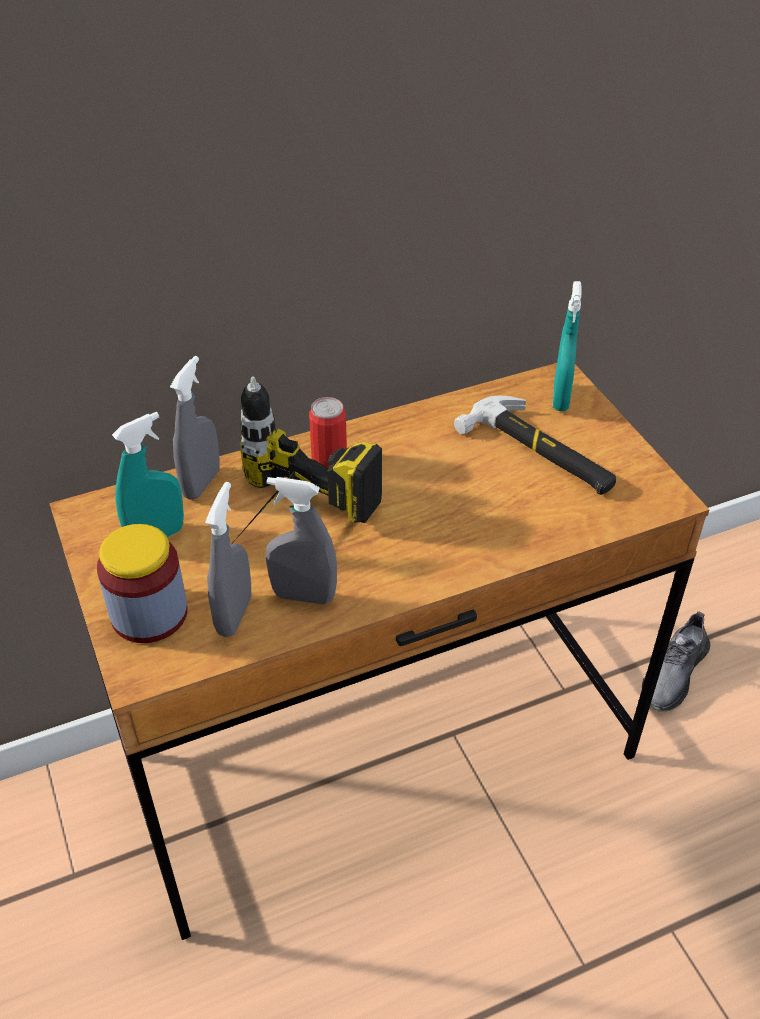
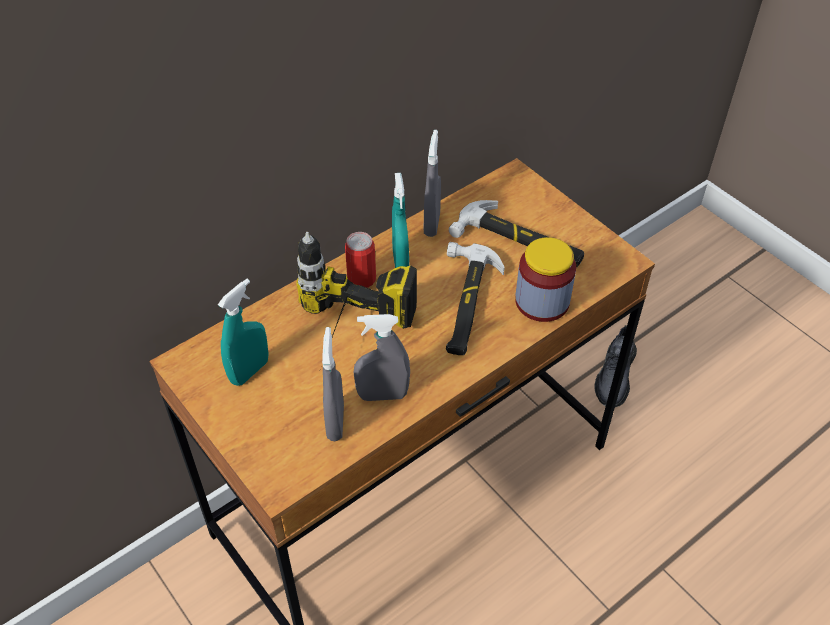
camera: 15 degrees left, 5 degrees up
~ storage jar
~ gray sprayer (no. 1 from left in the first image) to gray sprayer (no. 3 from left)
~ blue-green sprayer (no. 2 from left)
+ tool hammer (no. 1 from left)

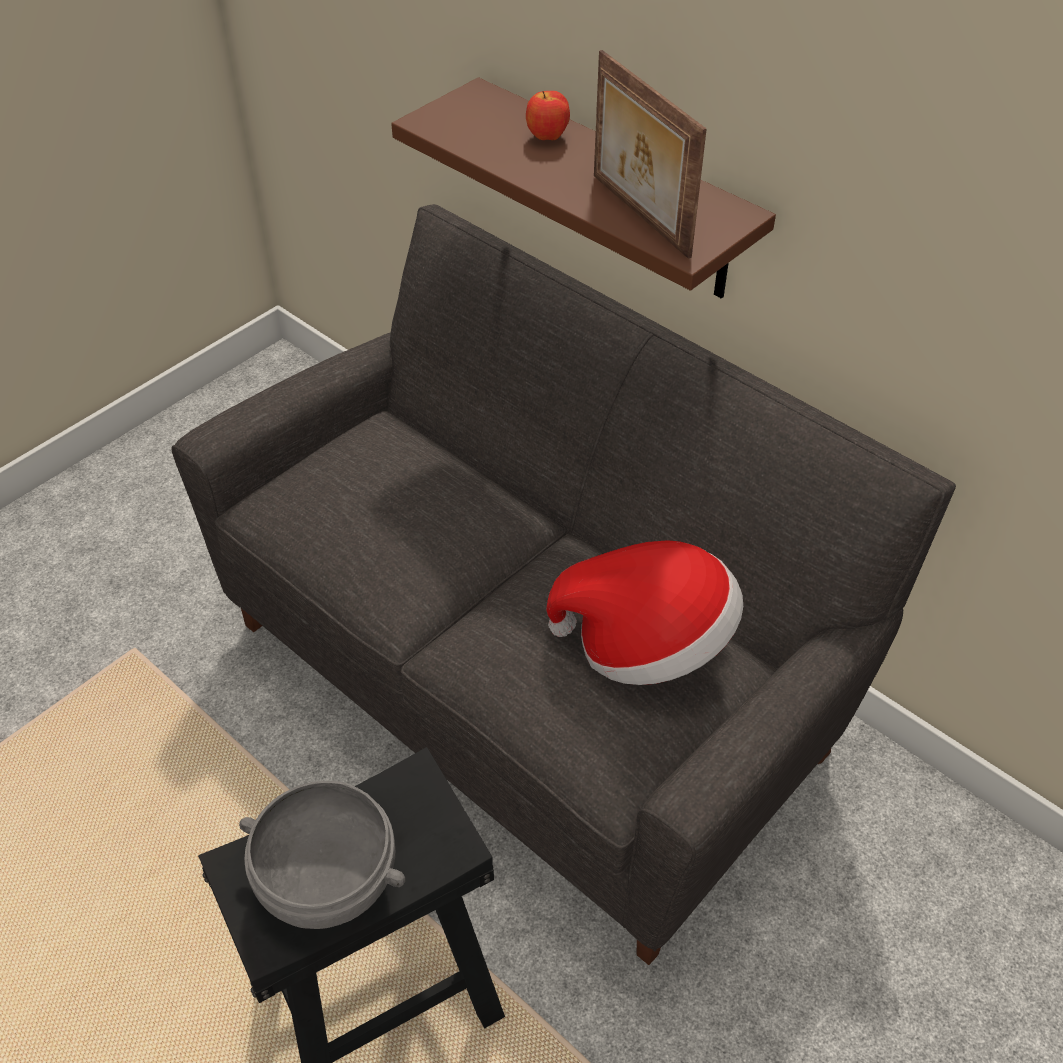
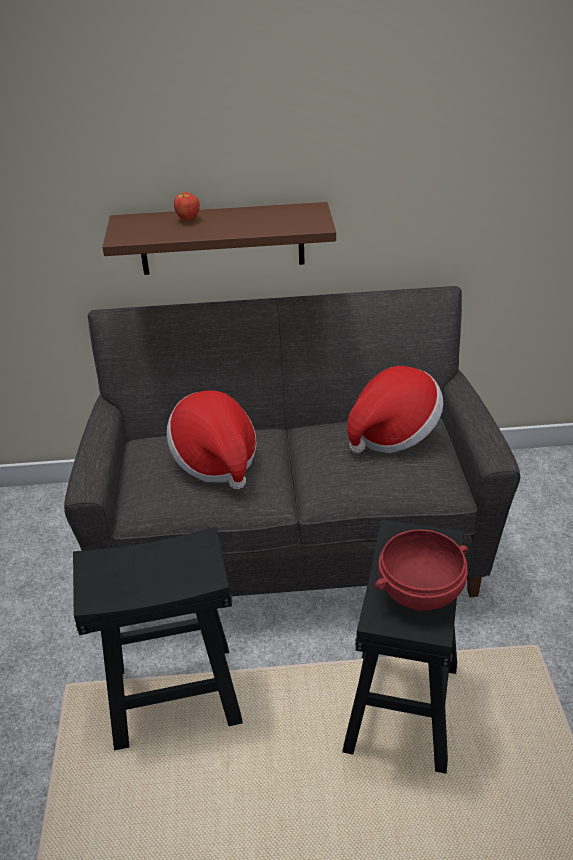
camera: 45 degrees left, 10 degrees down
~ gray serving bowl to red serving bowl
- picture frame
+ blackish stool seat (no. 1 from left)
+ wearable hat (no. 1 from left)

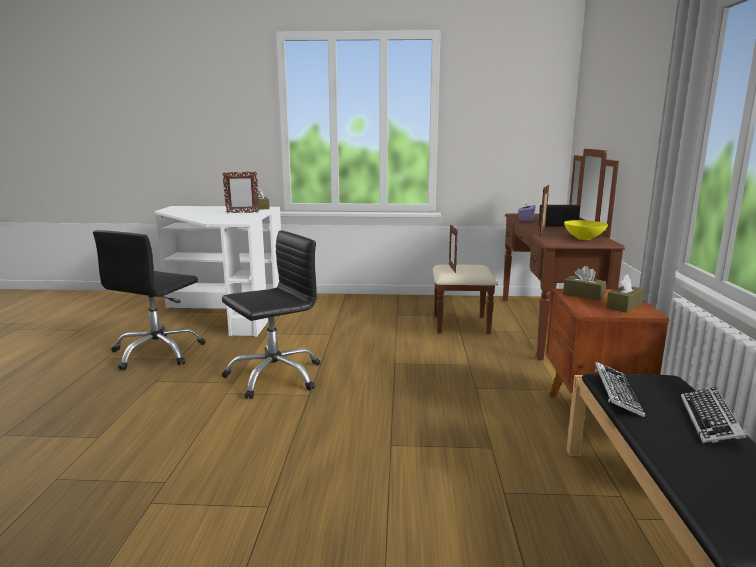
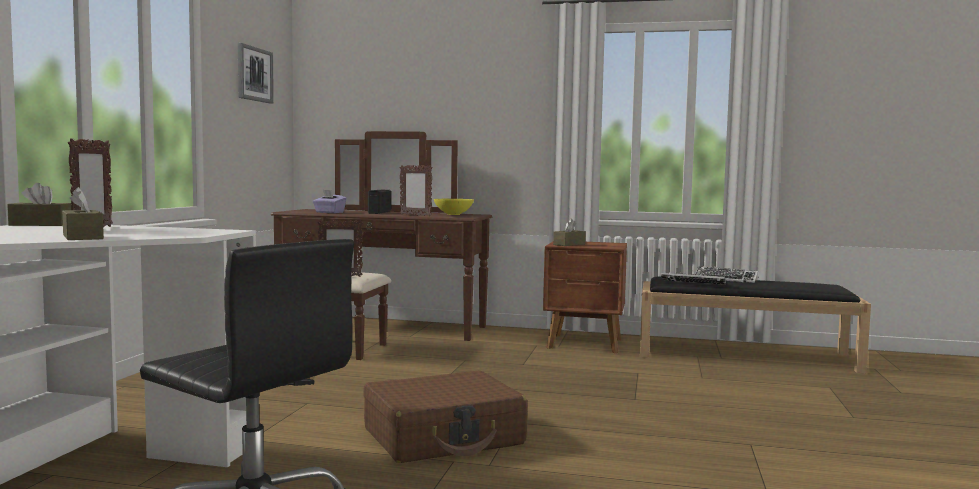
camera: 80 degrees left, 10 degrees down
~ blackish office chair (no. 2 from left) to brown piece of luggage
~ brown box of tissues (no. 3 from left in the first image) to brown box of tissues (no. 2 from left)
+ picture

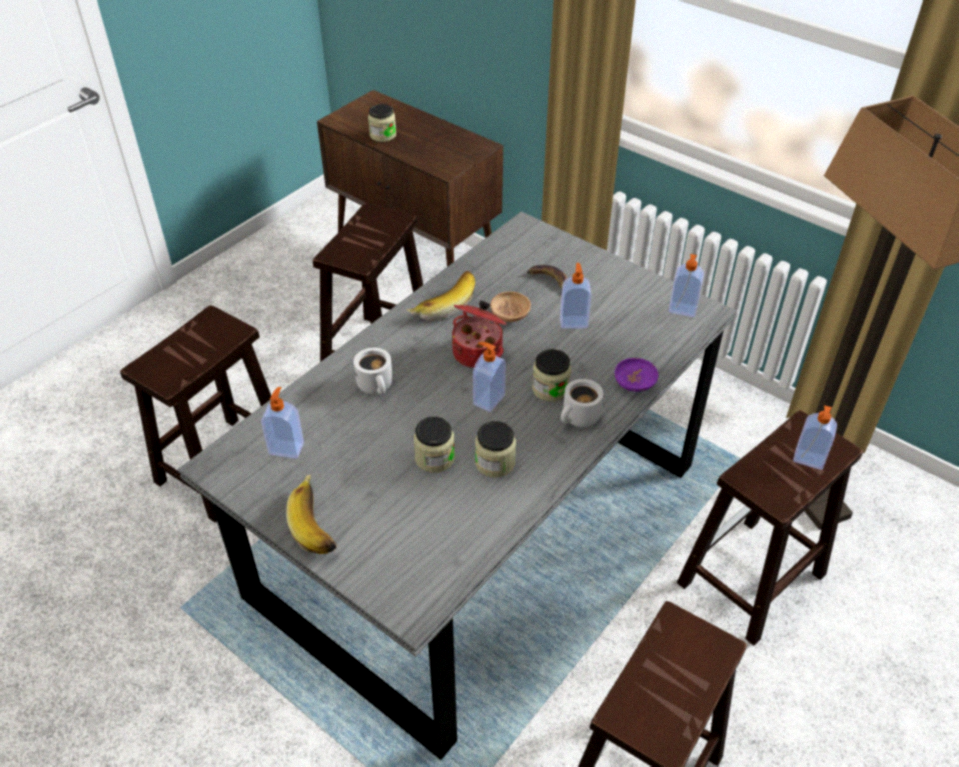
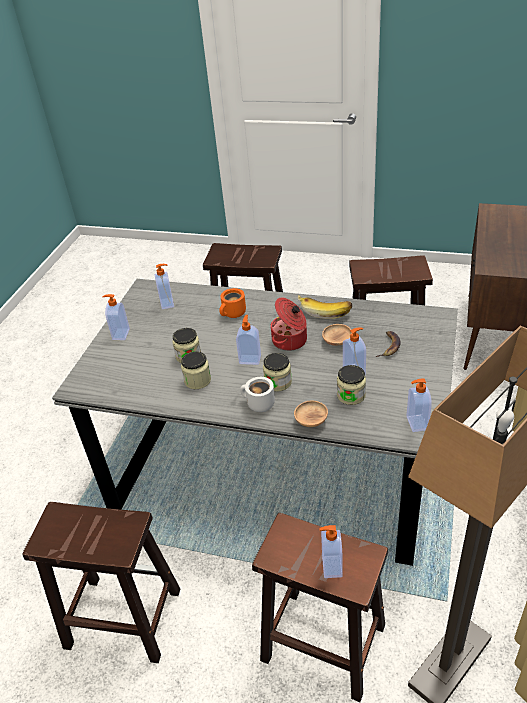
camera: 70 degrees right, 5 degrees down
~ banana (no. 1 from left) to liquid soap bottle (no. 1 from left)
~ whitish mug (no. 1 from left) to orange mug
~ storage jar (no. 1 from left in the first image) to storage jar (no. 4 from left)
~ purplish serving bowl to brown serving bowl (no. 1 from left)

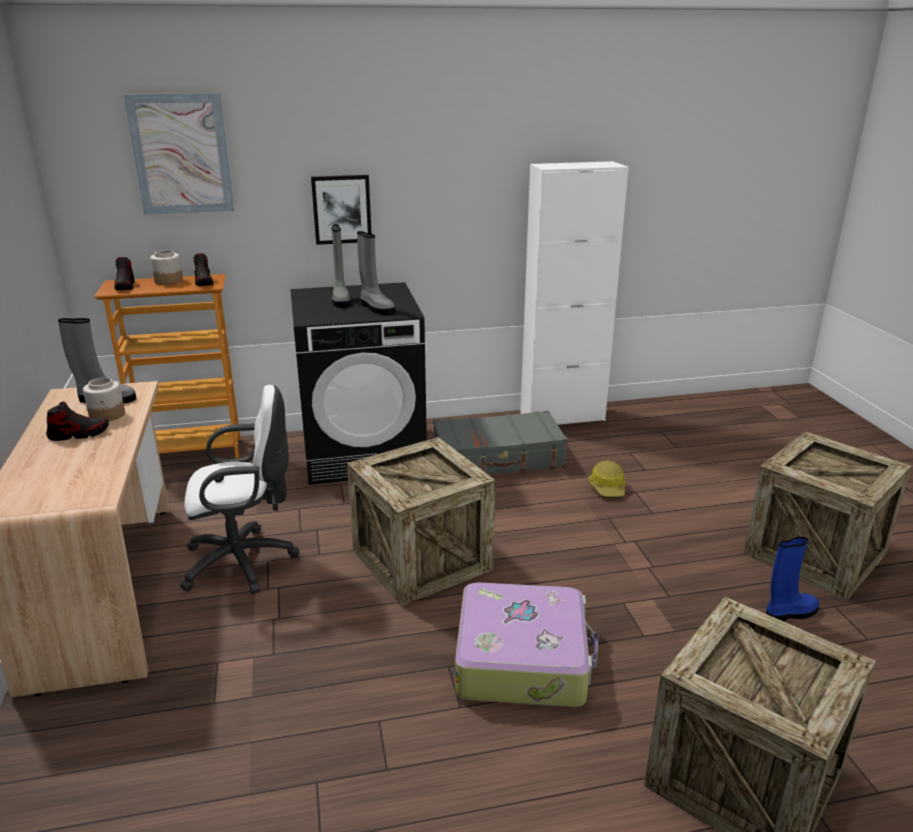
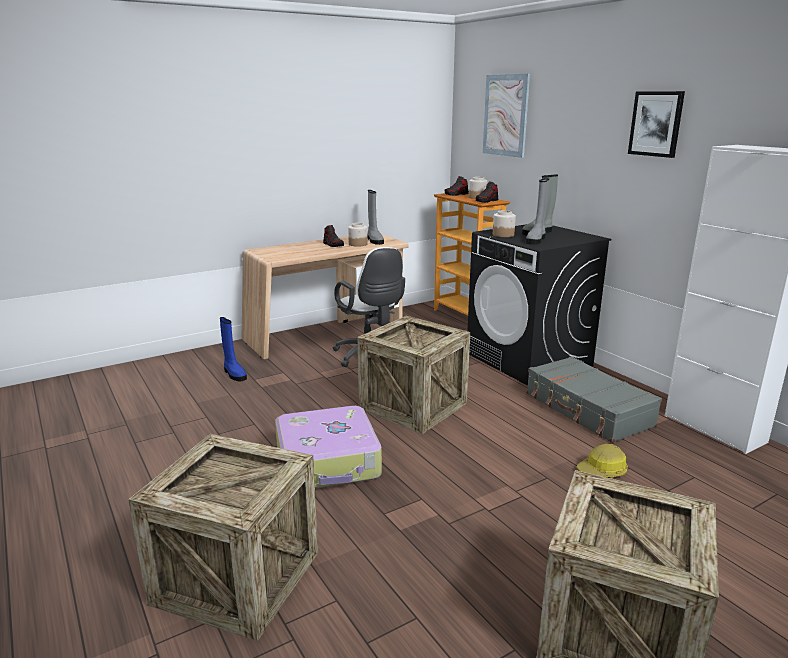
camera: 70 degrees right, 5 degrees down
~ picture (no. 2 from left)
~ blue-coloured boot
+ storage jar (no. 3 from left)

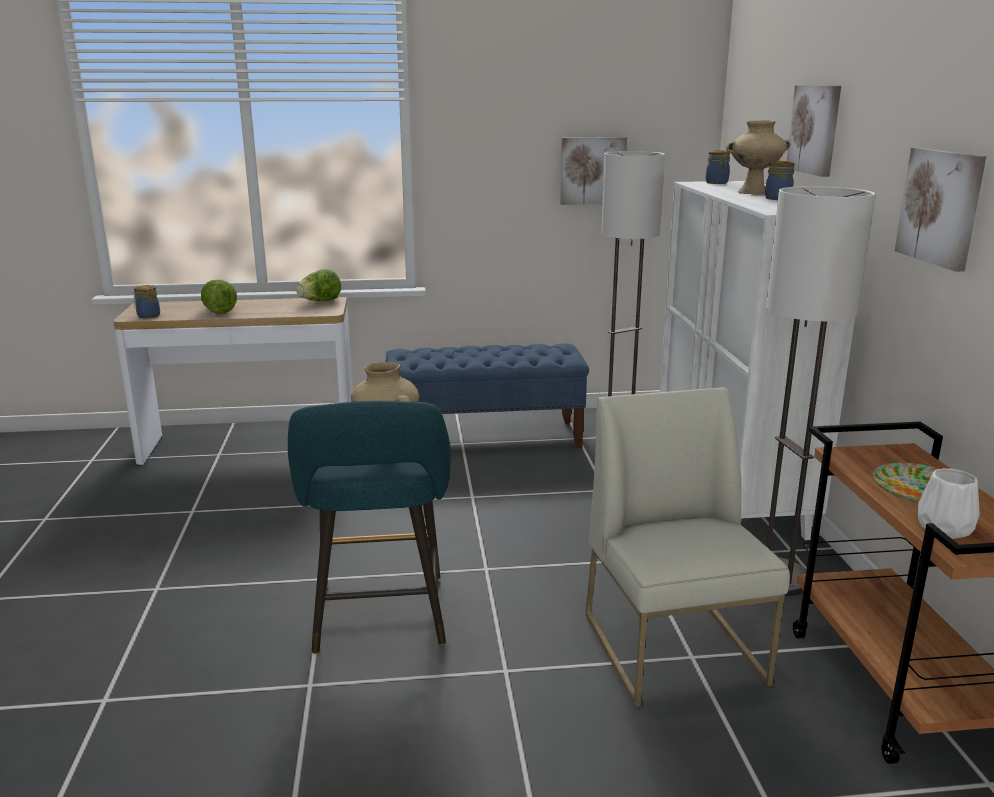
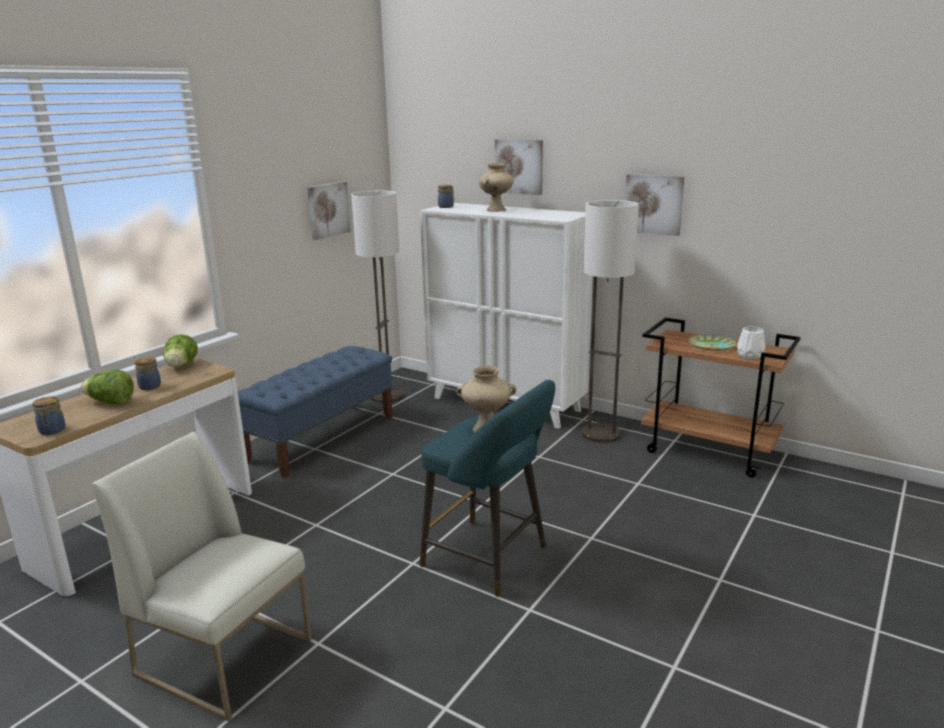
camera: 50 degrees left, 0 degrees up
~ whitish chair
~ storage jar (no. 3 from left in the first image) to storage jar (no. 2 from left)

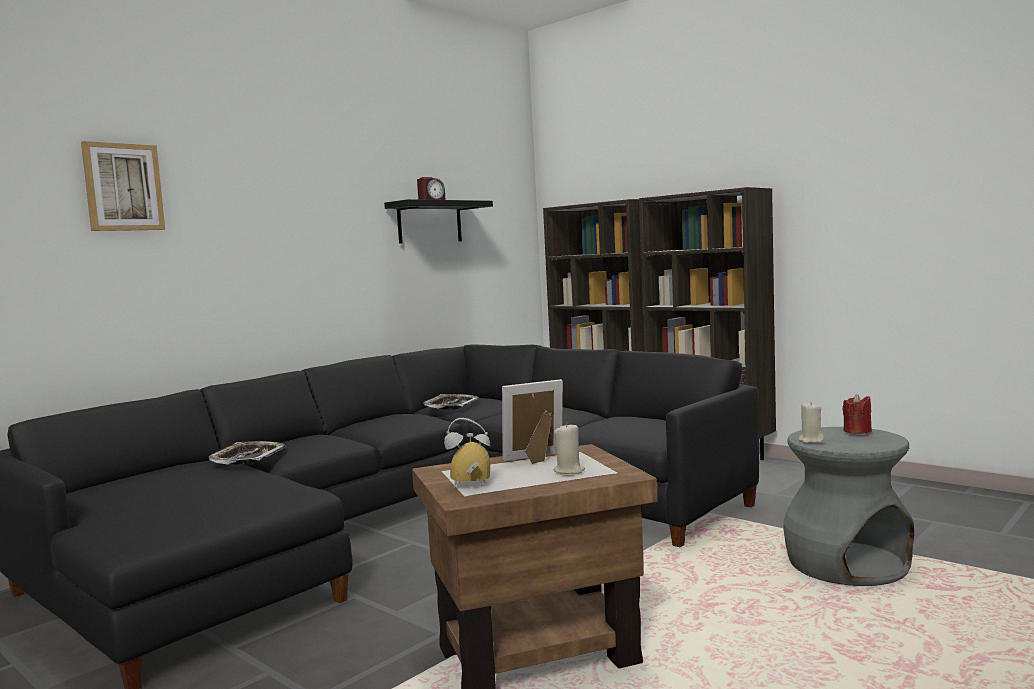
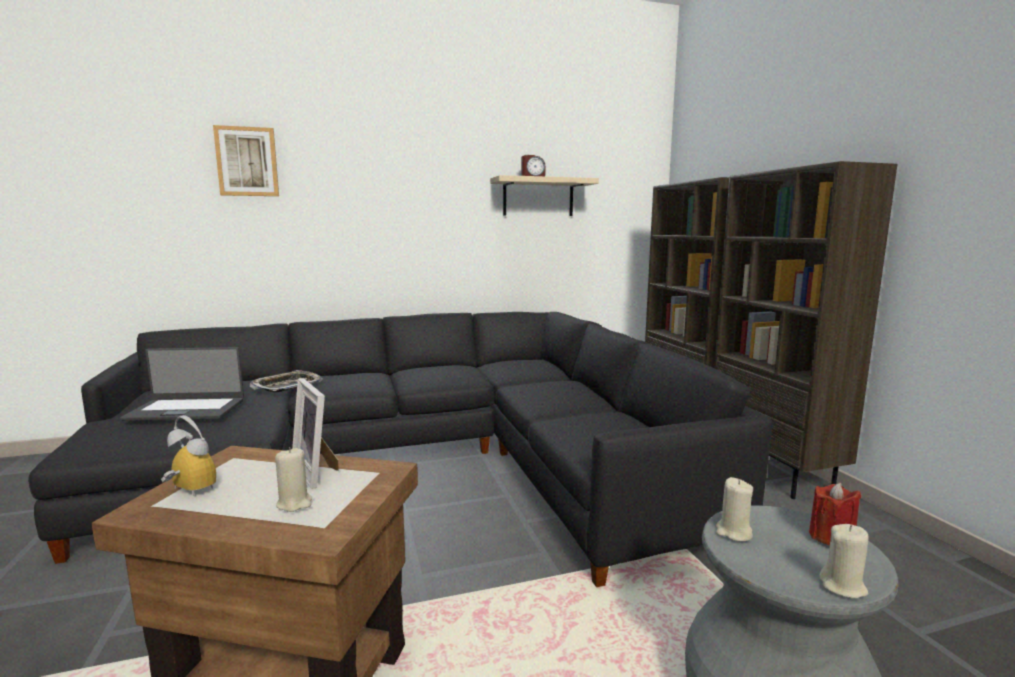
camera: 30 degrees right, 5 degrees up
~ blackish shelf to beige-coloured shelf
- carrying tray (no. 2 from left)
~ picture frame 135 degrees counterclockwise
+ laptop
+ beige-coloured wax light (no. 3 from left)

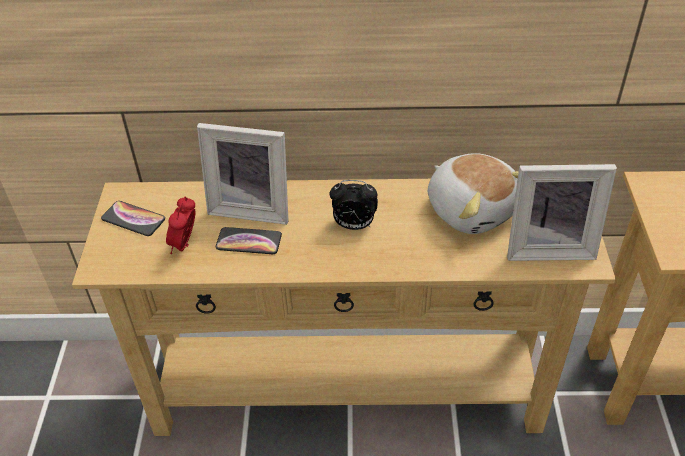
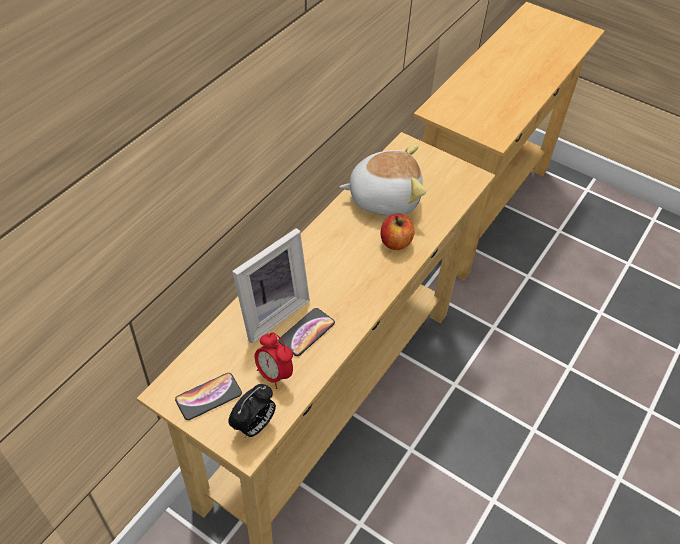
camera: 60 degrees left, 5 degrees up
~ alarm clock (no. 2 from left in the first image) to alarm clock (no. 1 from left)
- picture frame (no. 2 from left)
+ apple fruit

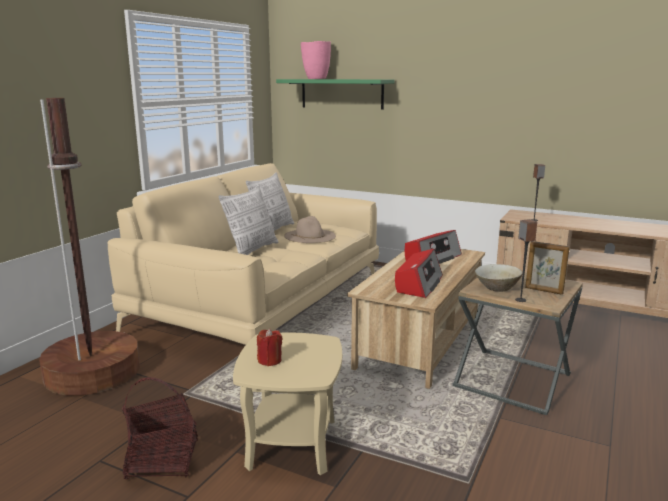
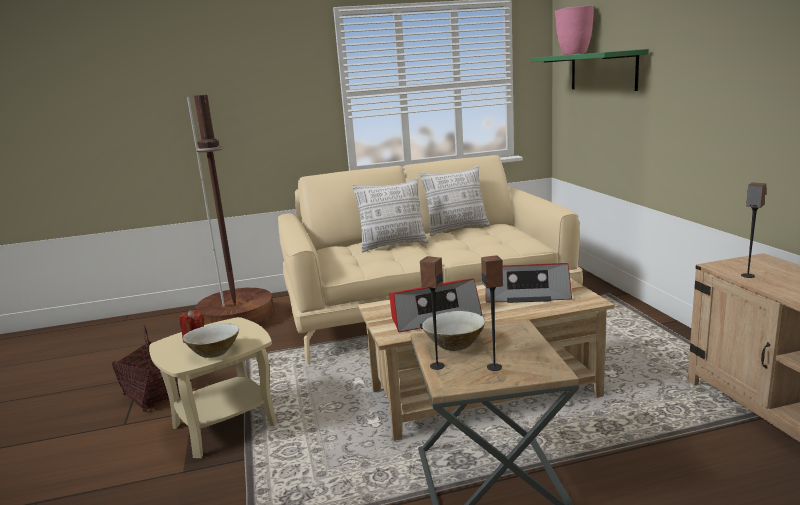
camera: 50 degrees right, 0 degrees up
- beige-coloured wearable hat
~ picture frame to speaker (no. 2 from left)
+ beige-coloured serving bowl (no. 1 from left)

